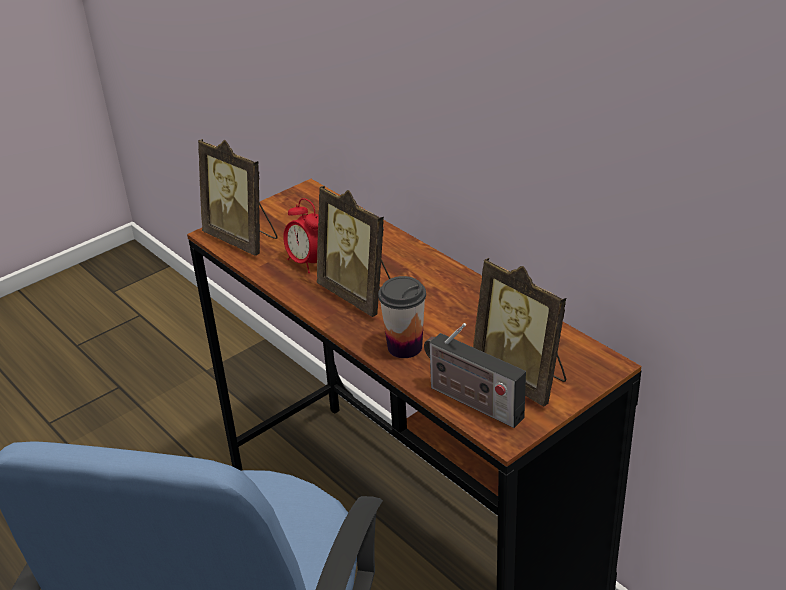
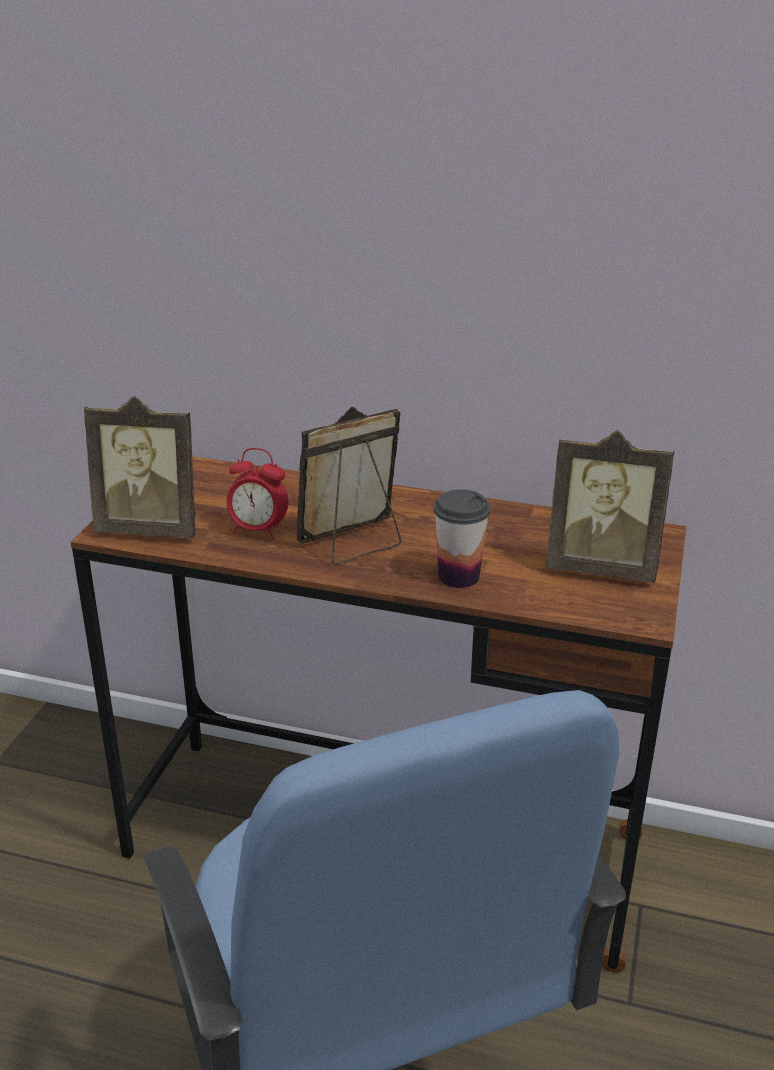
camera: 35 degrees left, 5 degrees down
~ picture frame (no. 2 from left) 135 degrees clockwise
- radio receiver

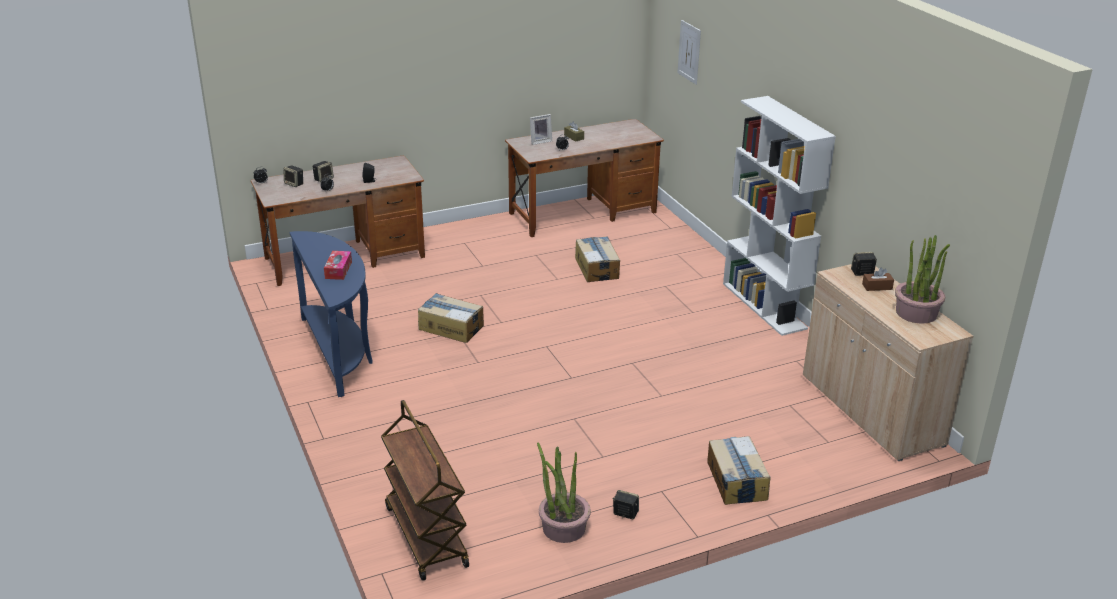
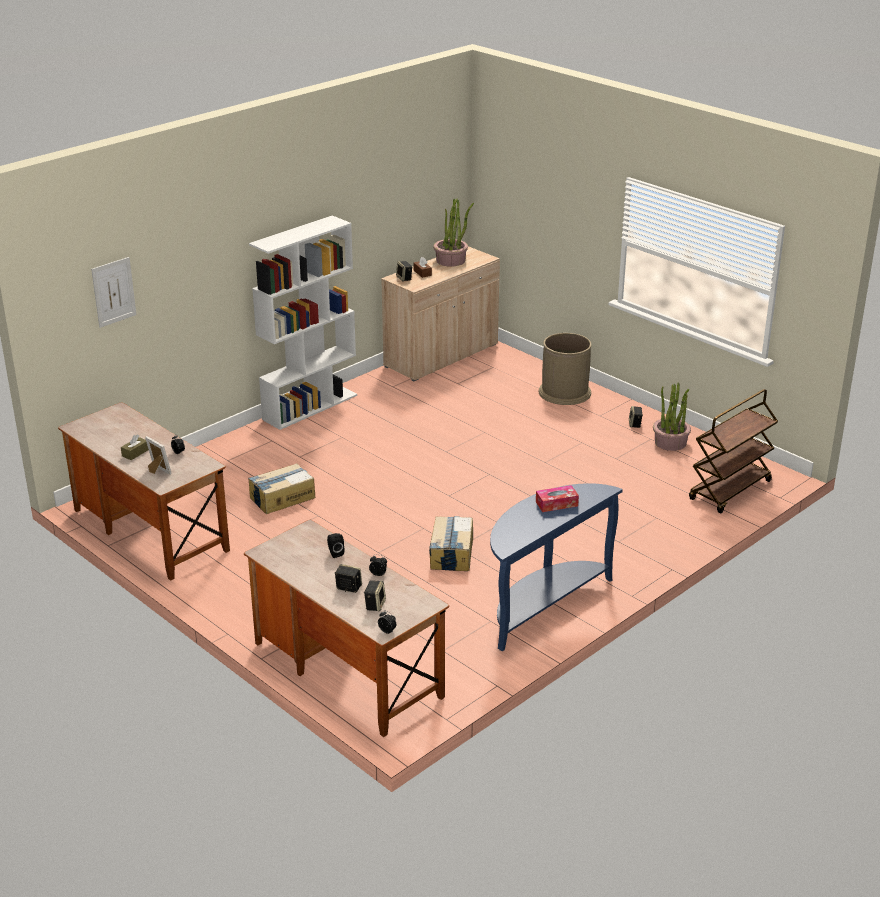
camera: 110 degrees left, 0 degrees up
~ carton (no. 3 from left) to brown rubbish bin

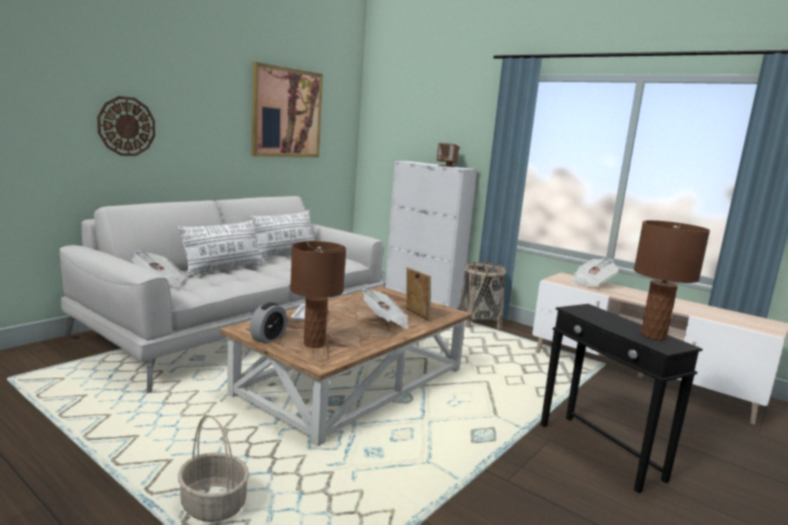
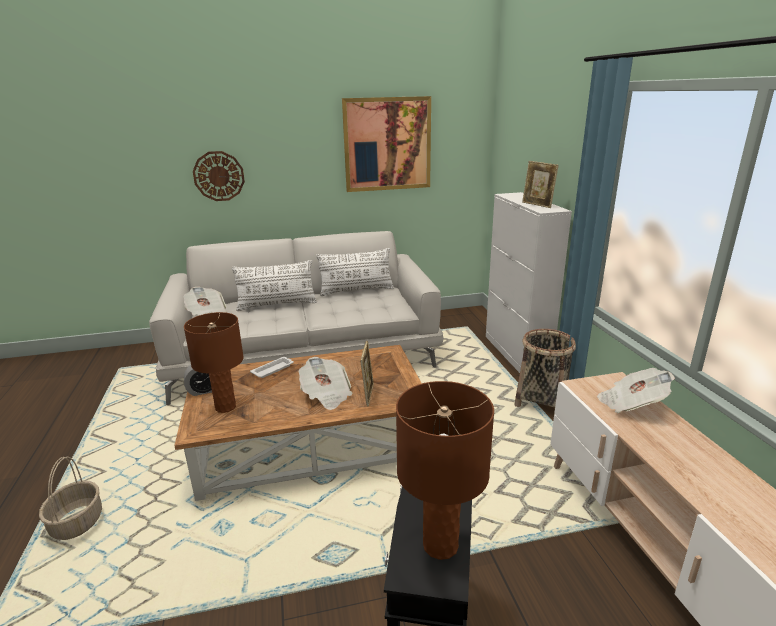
camera: 40 degrees right, 10 degrees up
~ brown speaker to picture frame (no. 2 from left)

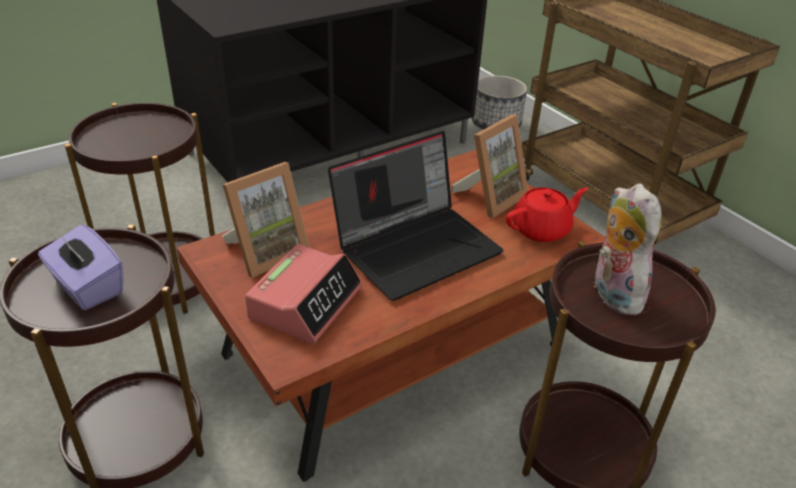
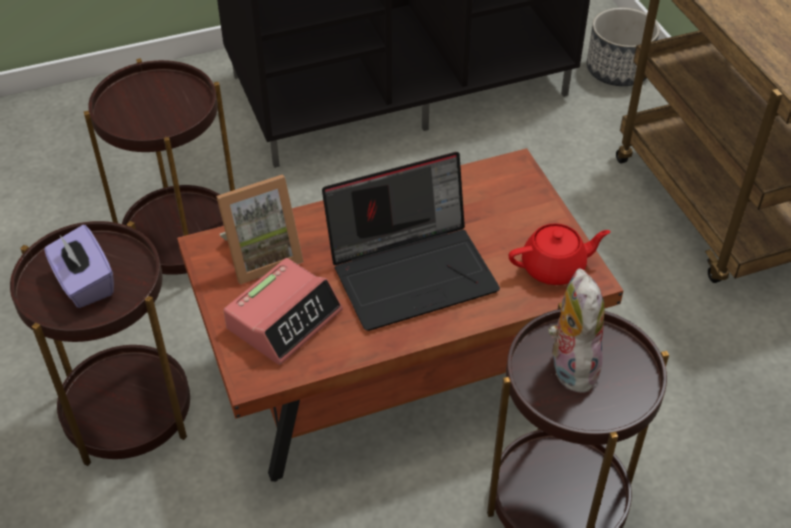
camera: 15 degrees right, 10 degrees up
- picture frame (no. 2 from left)

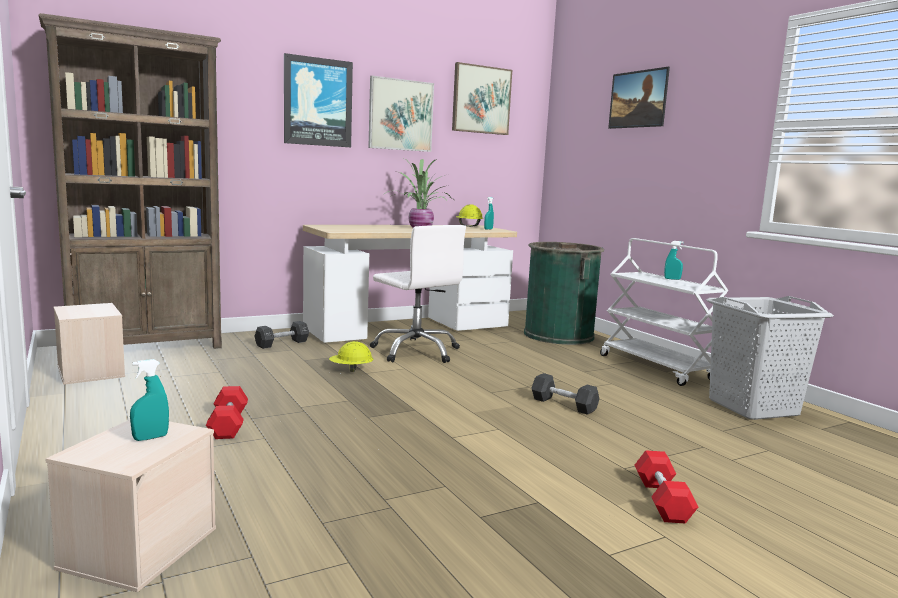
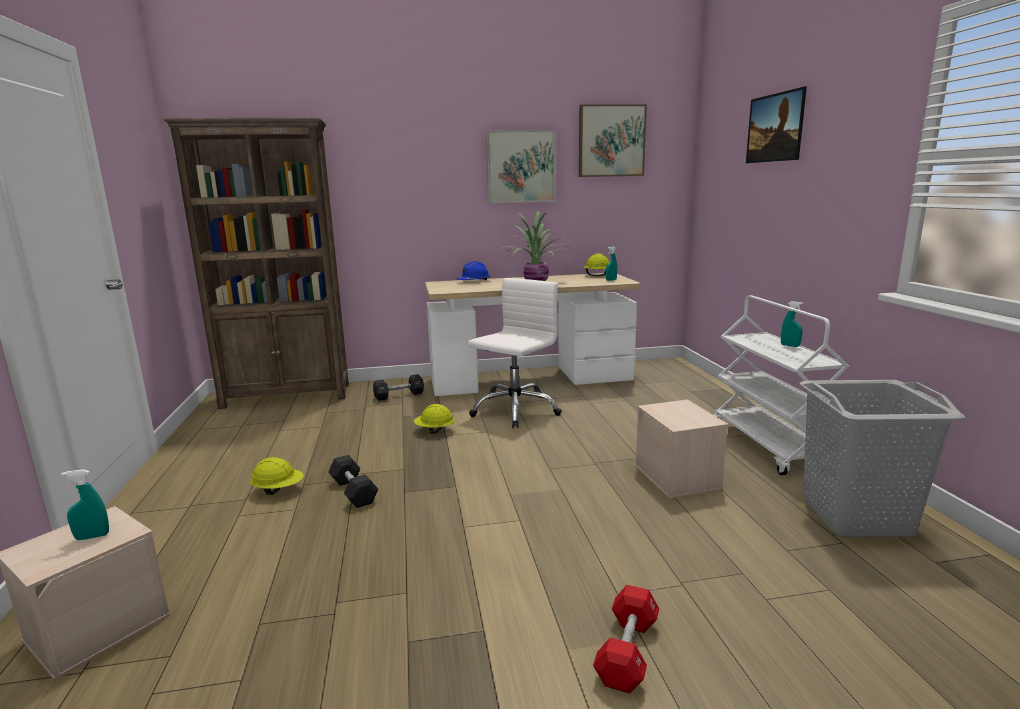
camera: 20 degrees right, 5 degrees up
~ beige-coloured storage container (no. 1 from left in the first image) to beige-coloured storage container (no. 2 from left)
~ red dumbbell (no. 1 from left) to yellowish hard hat (no. 1 from left)
- picture (no. 1 from left)
~ whitish office chair 120 degrees counterclockwise
- green-coloured rubbish bin
~ blackish dumbbell (no. 2 from left in the first image) to blackish dumbbell (no. 1 from left)
+ blue-coloured hard hat

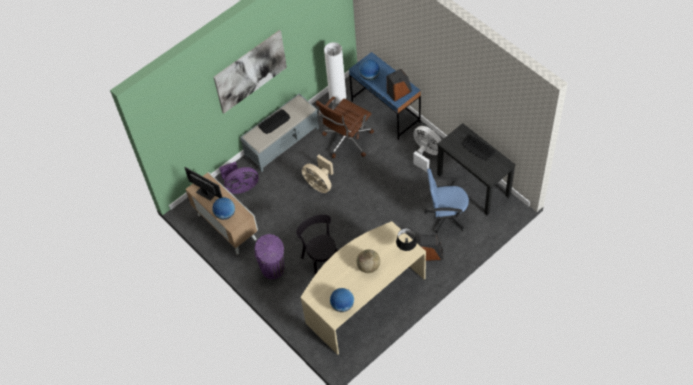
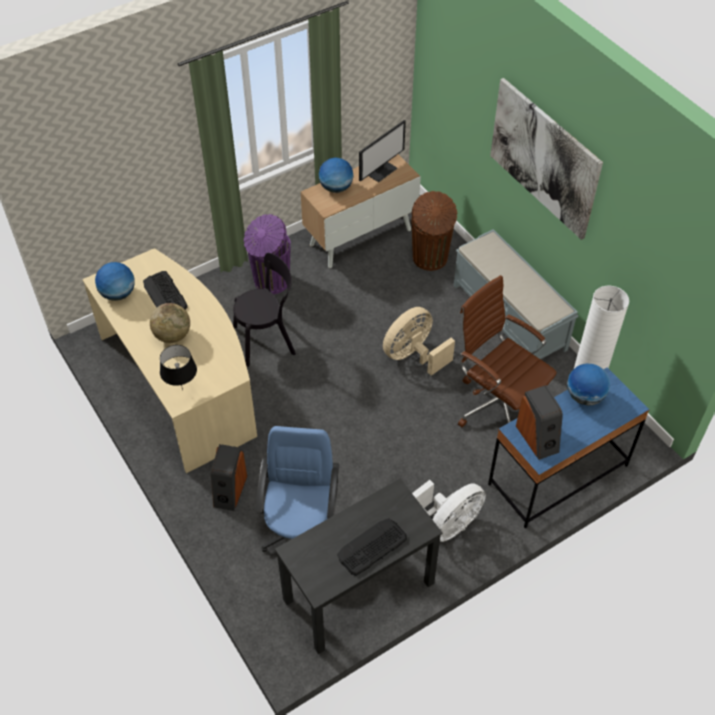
camera: 95 degrees right, 5 degrees down
~ purplish electric fan to brown rubbish bin
~ PC keyboard (no. 1 from left)

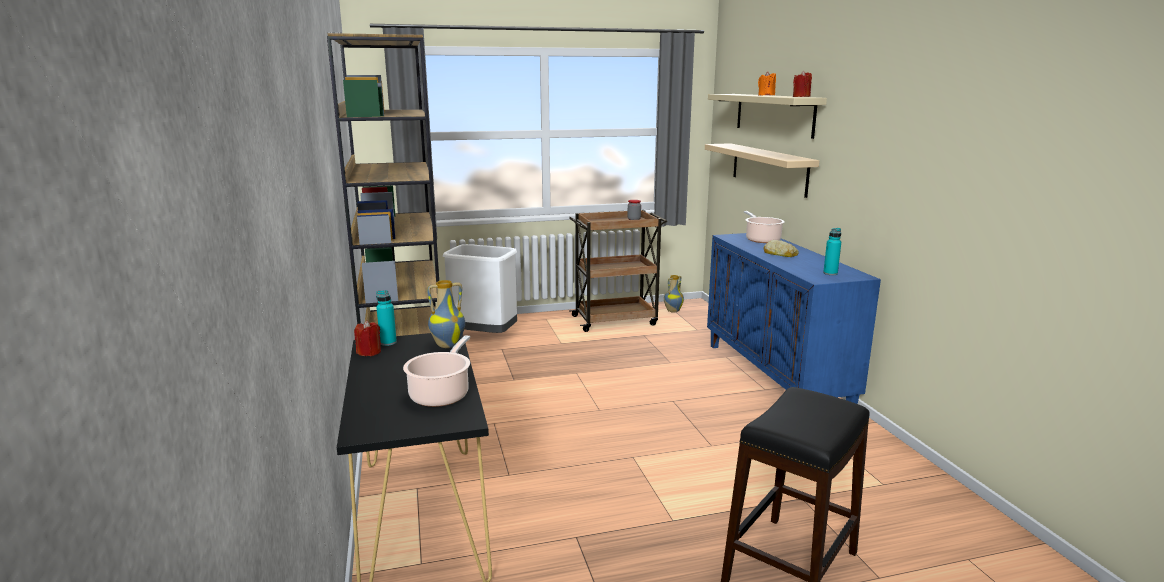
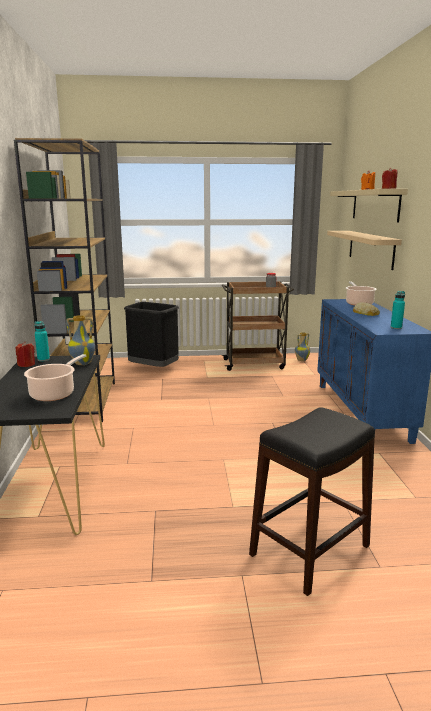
camera: 10 degrees right, 0 degrees up
~ whitish rubbish bin to blackish rubbish bin

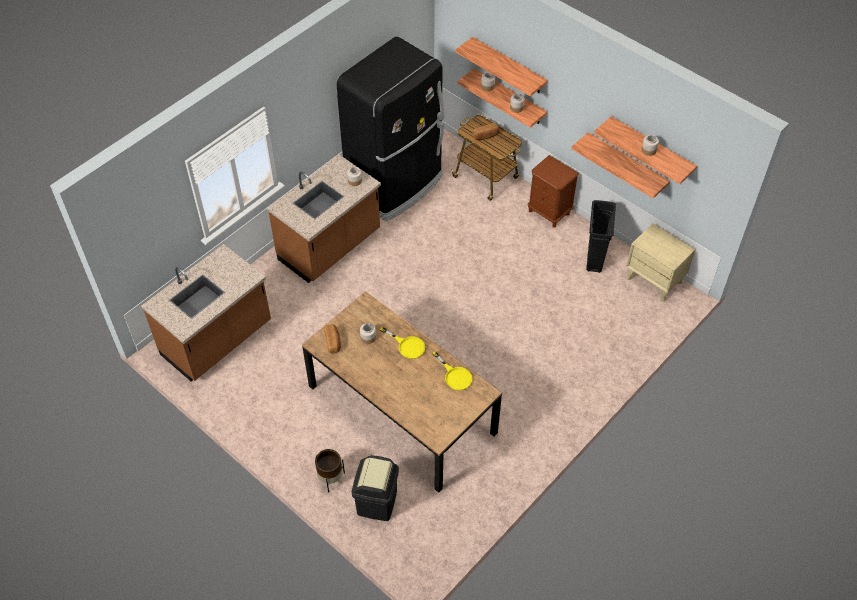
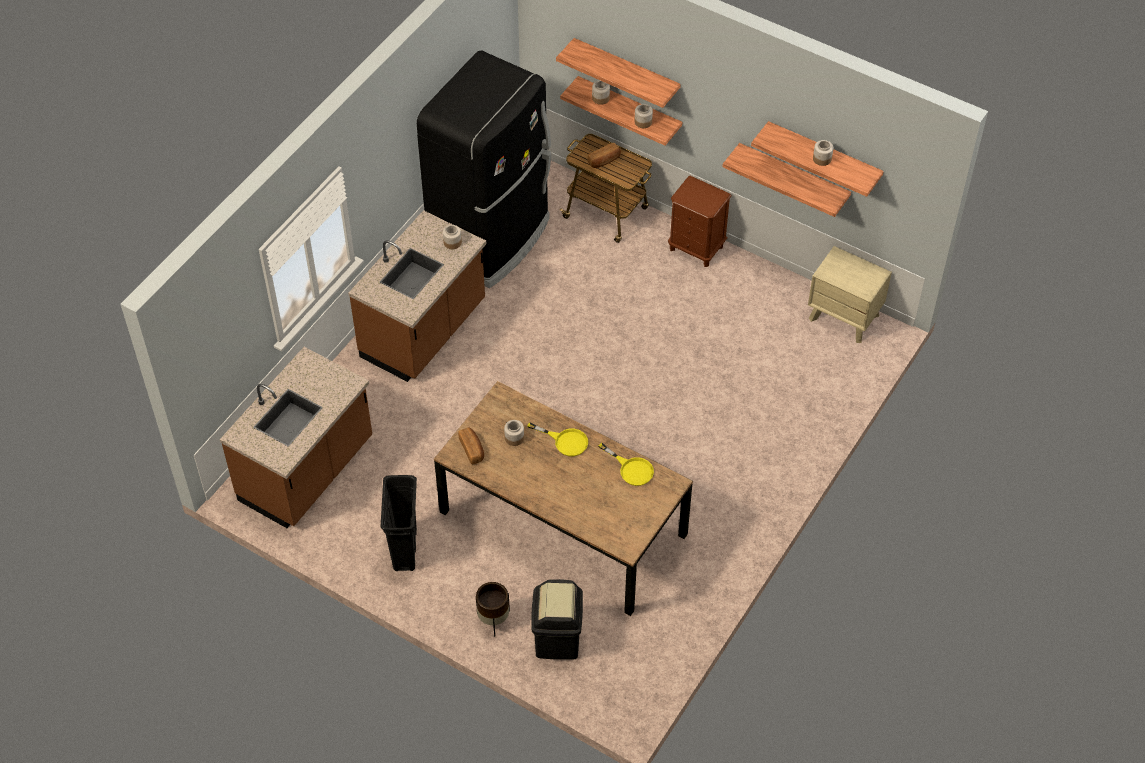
camera: 10 degrees left, 0 degrees up
~ blackish rubbish bin (no. 2 from left in the first image) to blackish rubbish bin (no. 1 from left)

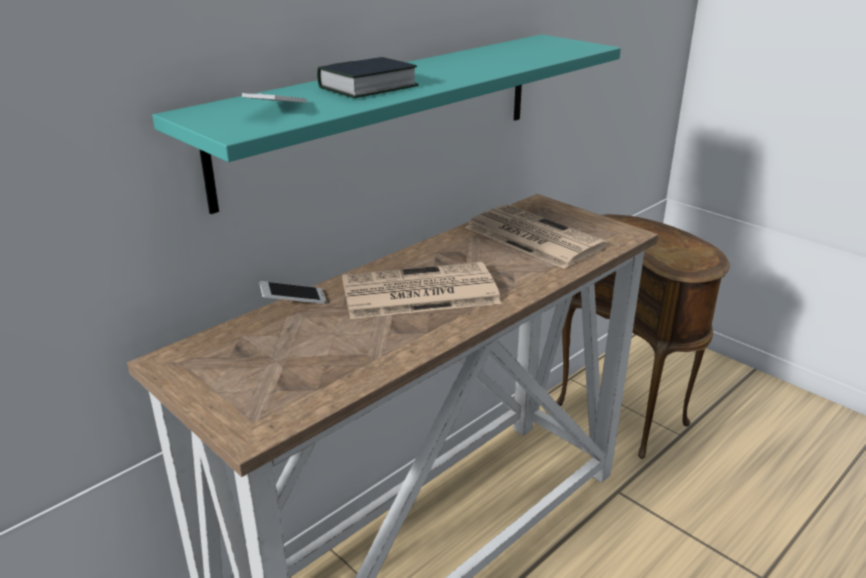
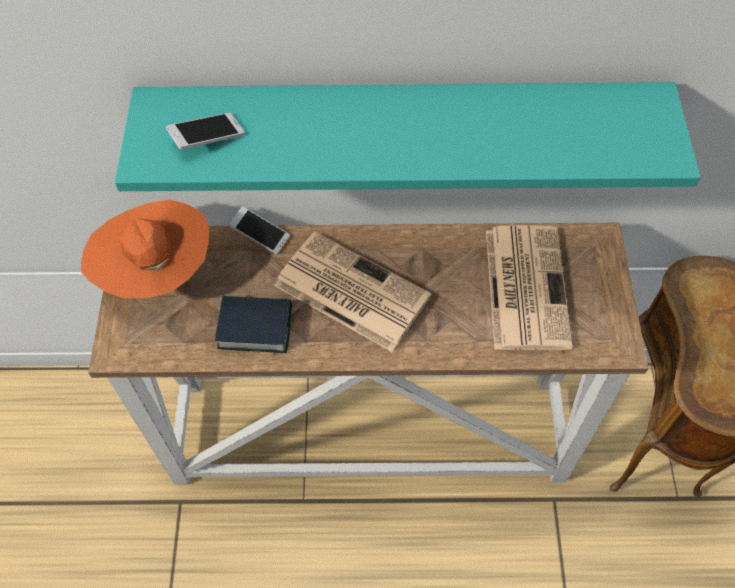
camera: 45 degrees right, 30 degrees up
~ volume
+ orange wearable hat

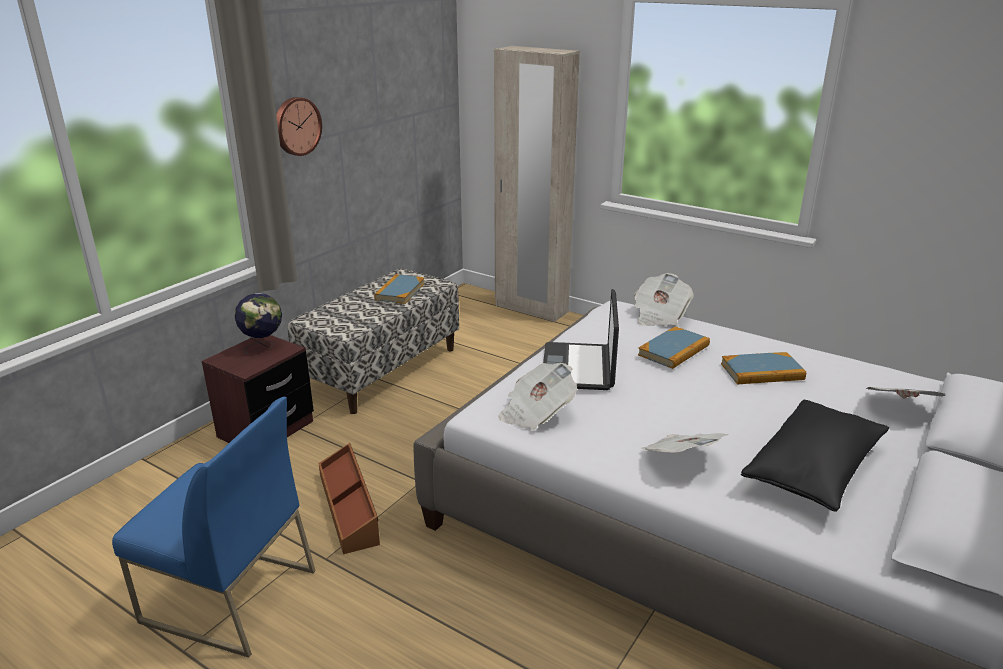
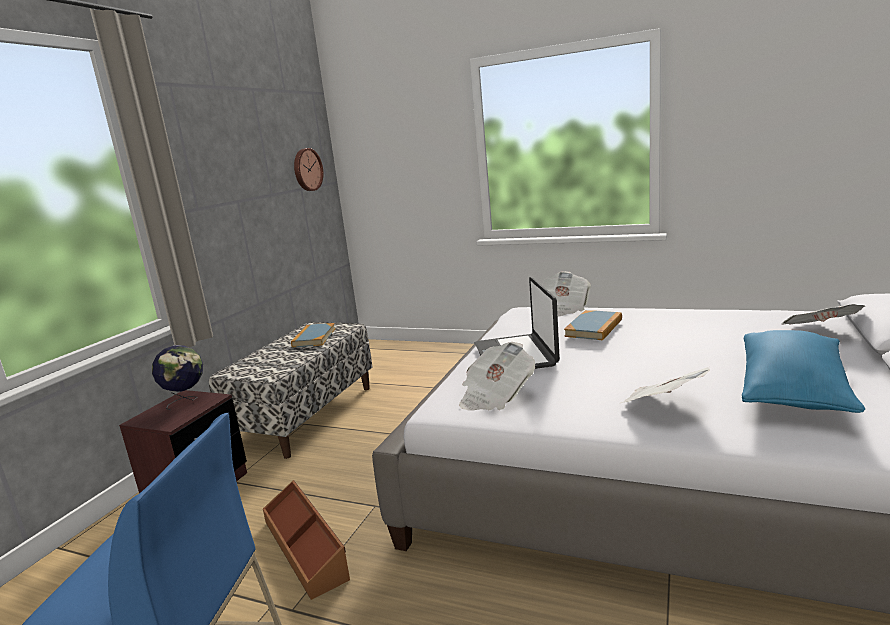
camera: 10 degrees left, 10 degrees down
~ wall clock
- beige-coloured armoire
- volume (no. 3 from left)
~ blackish cushion to blue-coloured cushion

